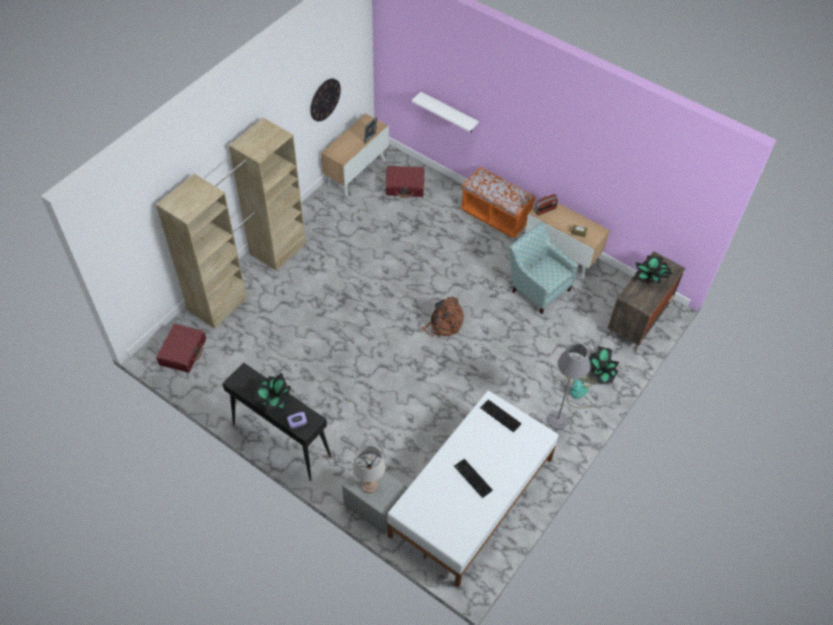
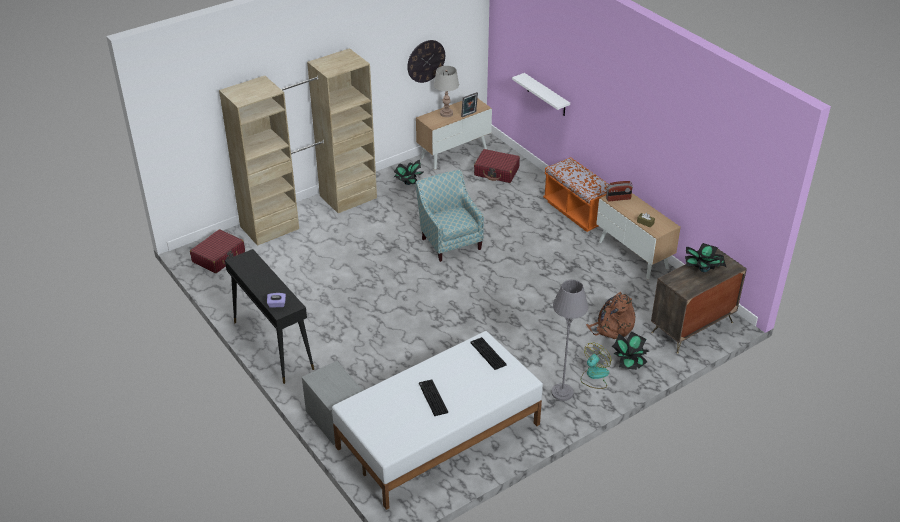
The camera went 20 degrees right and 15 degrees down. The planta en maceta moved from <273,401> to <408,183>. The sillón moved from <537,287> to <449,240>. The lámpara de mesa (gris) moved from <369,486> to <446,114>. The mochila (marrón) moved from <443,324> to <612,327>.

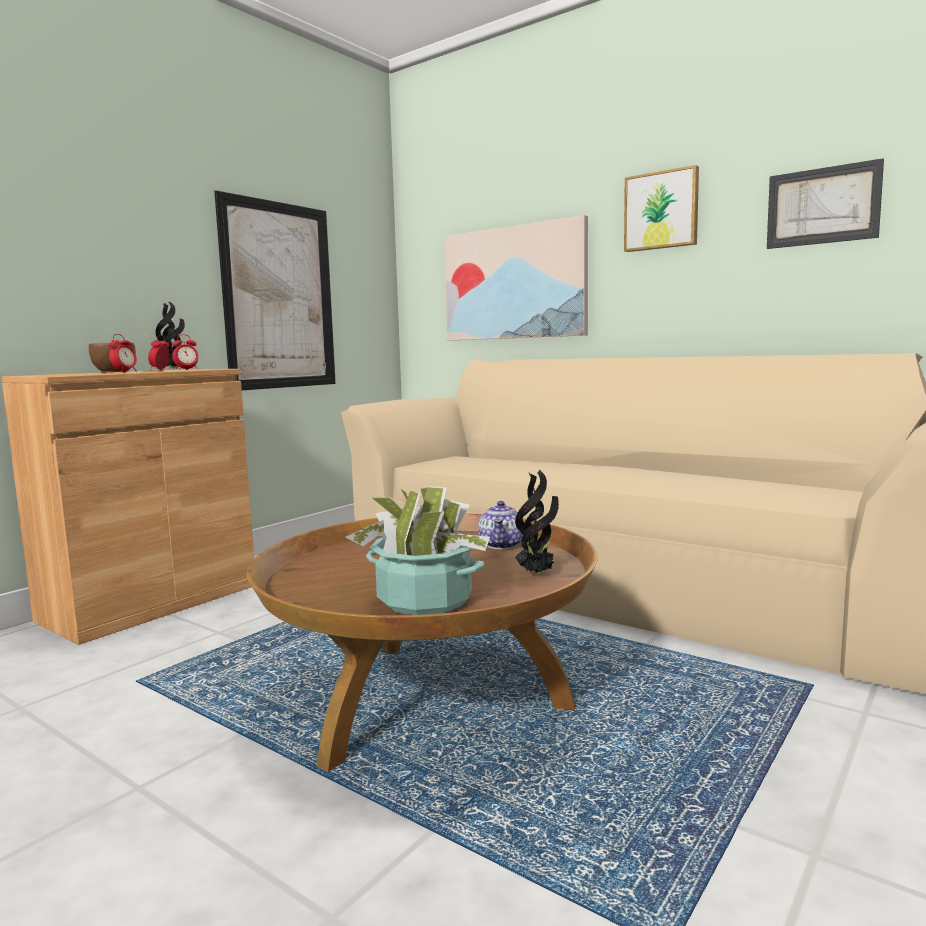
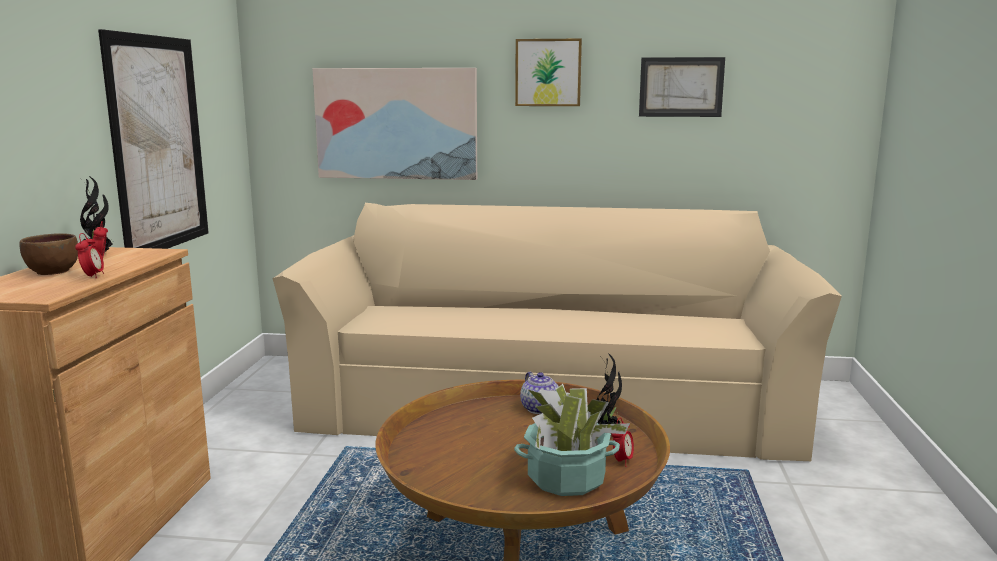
The camera went 30 degrees left and 5 degrees up. The despertador moved from <187,369> to <622,461>.

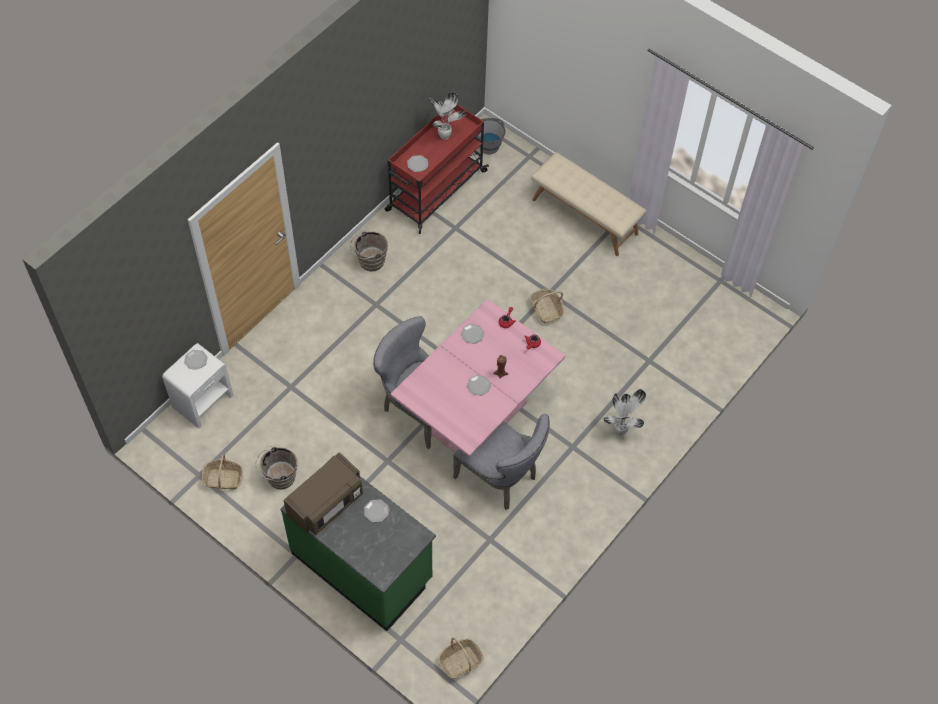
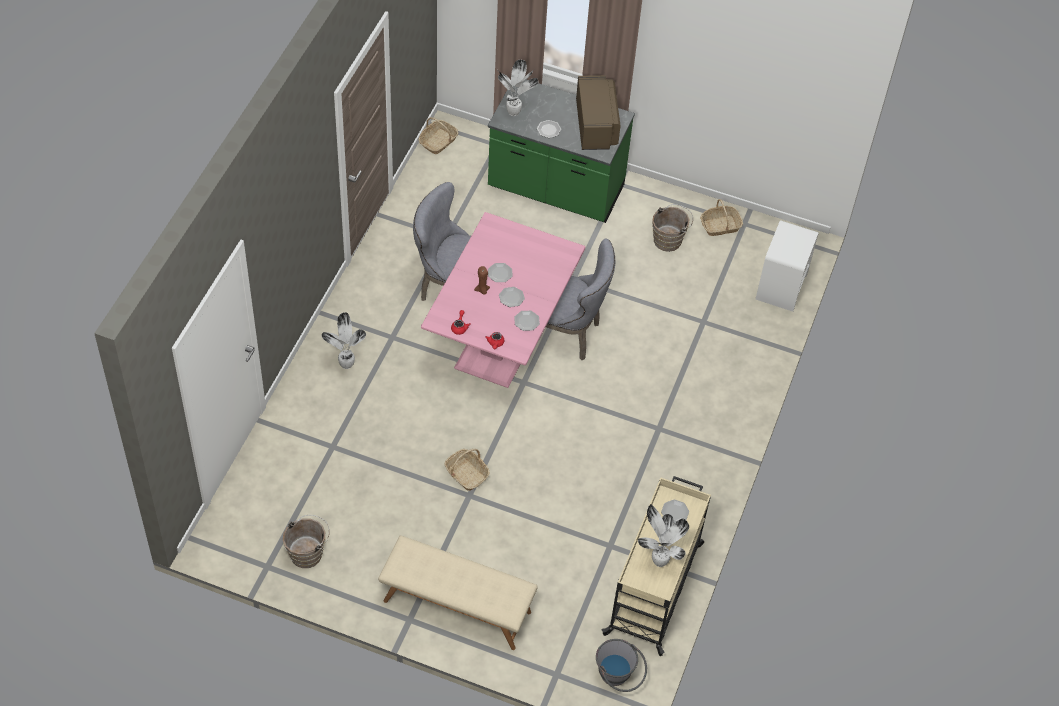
The camera went 160 degrees right and 5 degrees down. The cubo (marrón) moved from <369,261> to <308,552>. The planta en maceta at <514,113> appeared. The plato moved from <195,360> to <511,297>. The microondas (marrón) at <326,503> turned 150 degrees clockwise. The carrito (rojo) at <435,191> became the carrito (beis) at <654,587>.

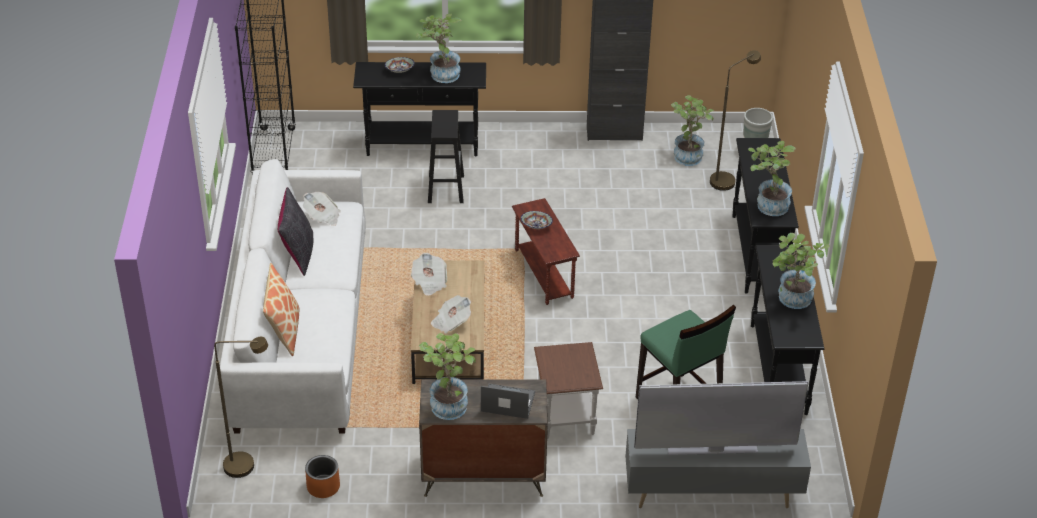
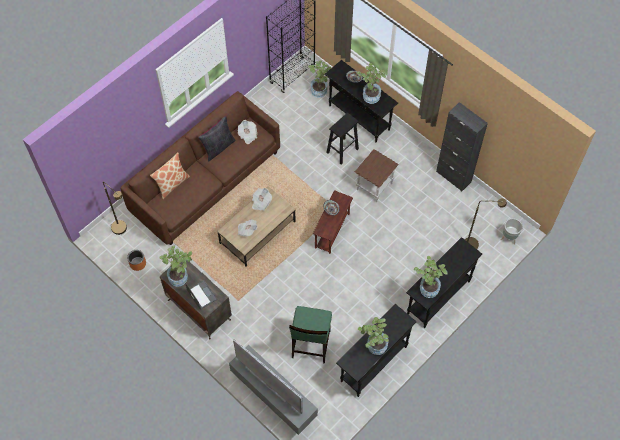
The camera went 45 degrees right and 20 degrees up. The sofá (blanco) at <302,332> became the sofá (marrón) at <205,181>. The planta en maceta moved from <688,154> to <321,89>. The mesa auxiliar (marrón) moved from <565,416> to <374,186>.

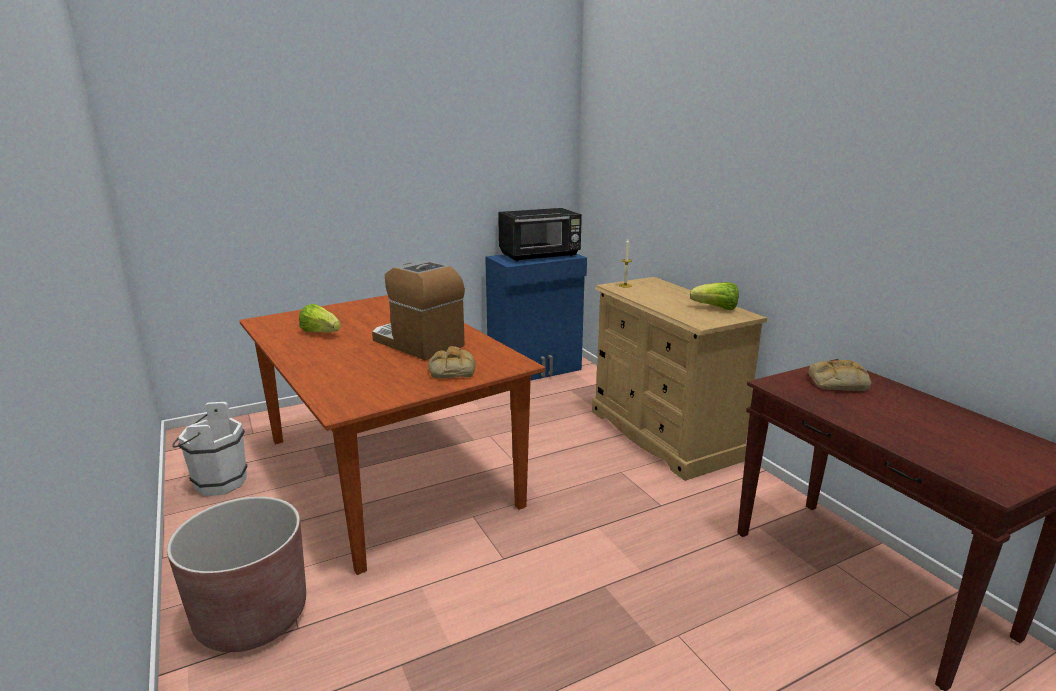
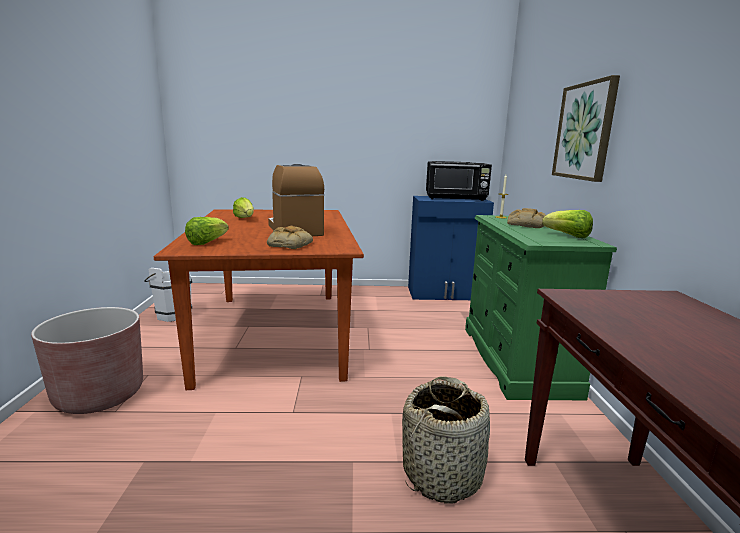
The camera went 25 degrees right and 5 degrees down. The lechuga at <207,242> appeared. The cesta at <443,474> appeared. The cómoda (beis) at <663,435> became the cómoda (verde) at <516,359>. The pan moved from <837,382> to <526,225>. The cuadro at <585,131> appeared.

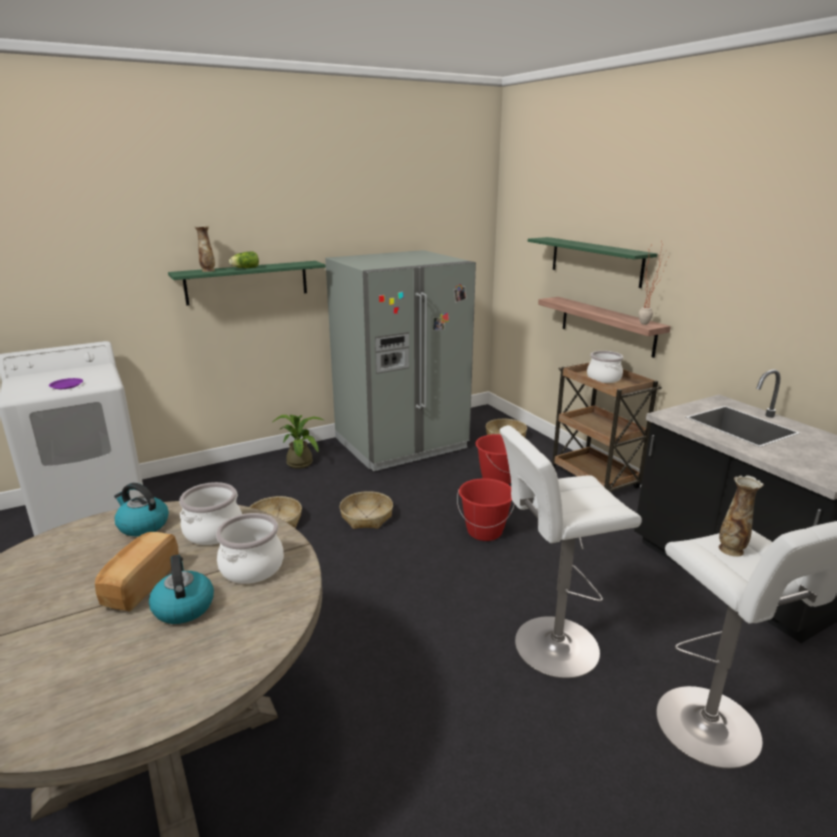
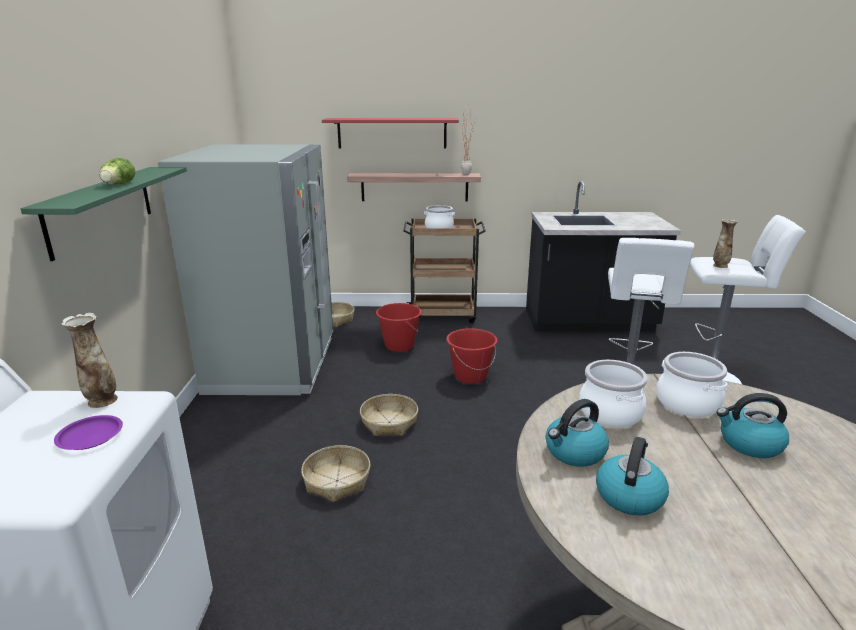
The camera went 60 degrees left and 0 degrees up. The florero moved from <208,271> to <101,401>. The estante (verde) at <595,261> became the estante (rojo) at <392,133>. The hervidor at <629,495> appeared. The pan at <140,584> disappeared. The planta en maceta at <300,462> disappeared.

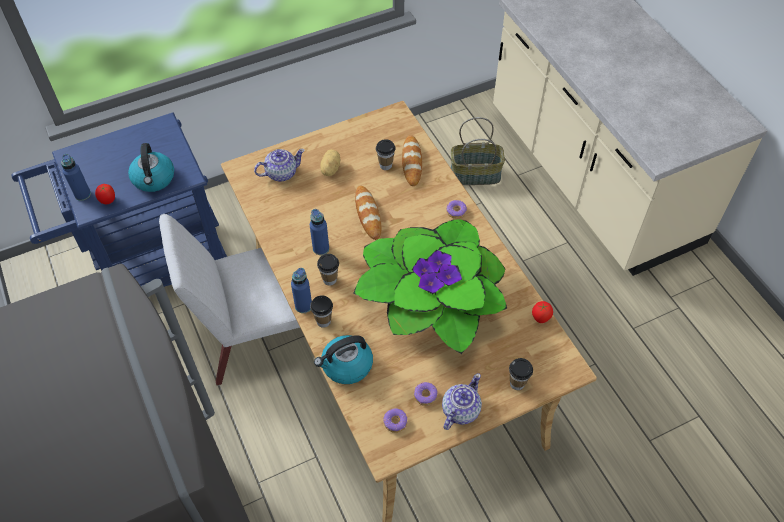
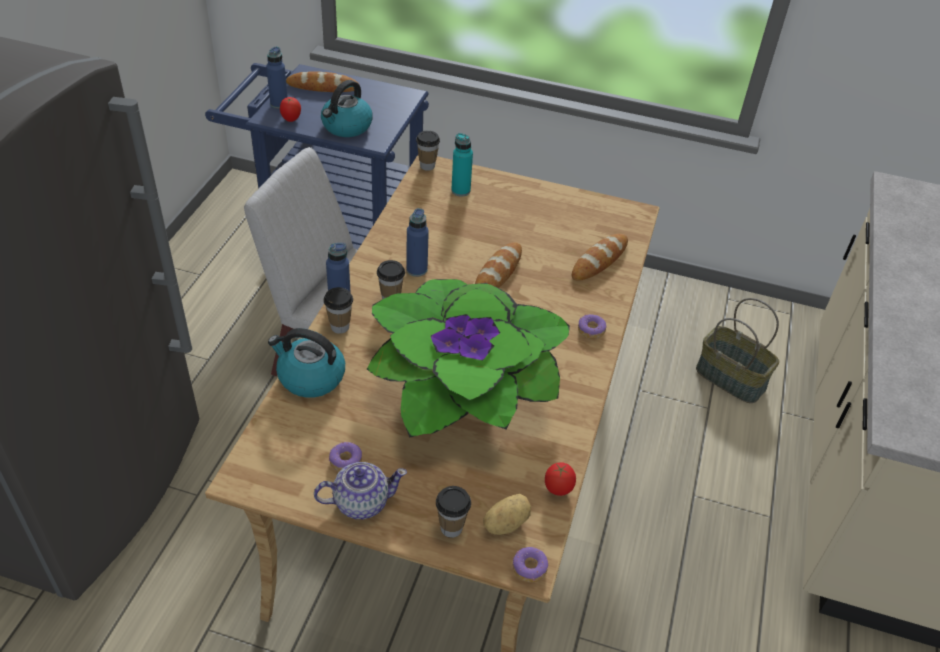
The camera went 40 degrees right and 10 degrees down. The pan at <323,86> appeared. The taza moved from <385,165> to <427,166>. The tetera at <281,173> was replaced by the botella (turquesa) at <460,190>. The patata moved from <329,169> to <505,523>. The rosquilla moved from <395,422> to <529,568>.

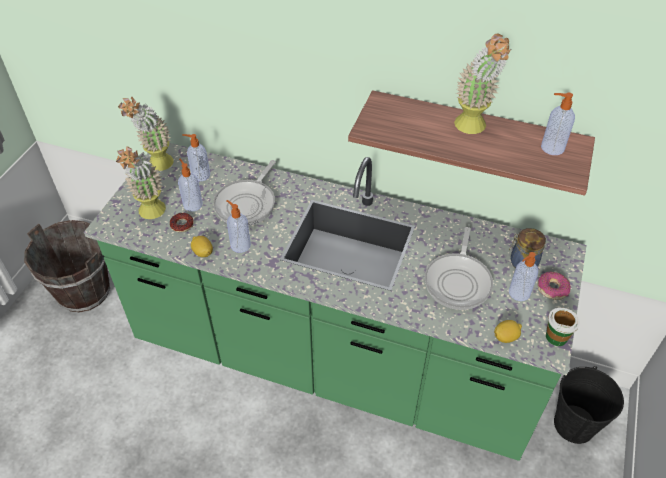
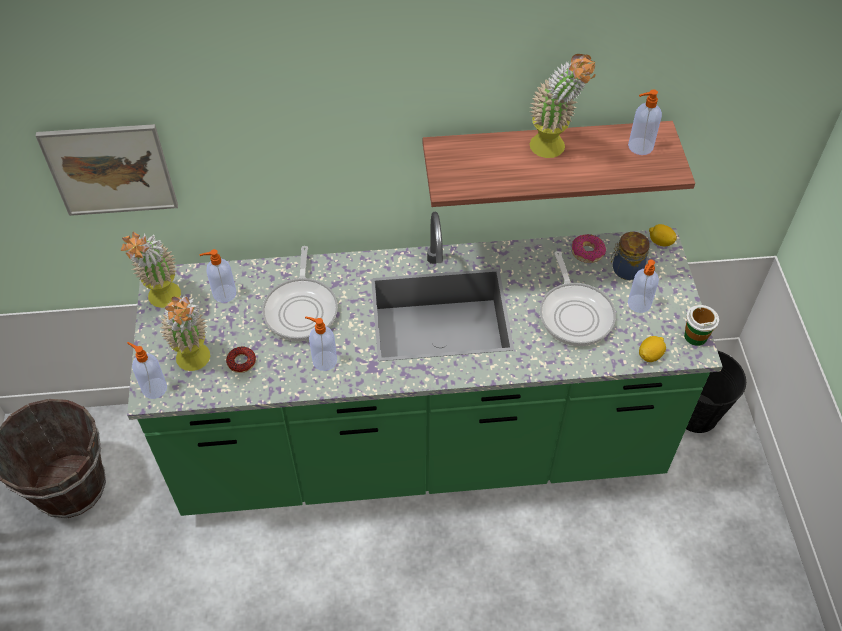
The camera went 25 degrees left and 5 degrees up. The cuadro at <110,169> appeared. The dispensador de jabón moved from <192,204> to <153,388>. The rosquilla moved from <552,289> to <587,252>. The limón moved from <203,252> to <660,242>.

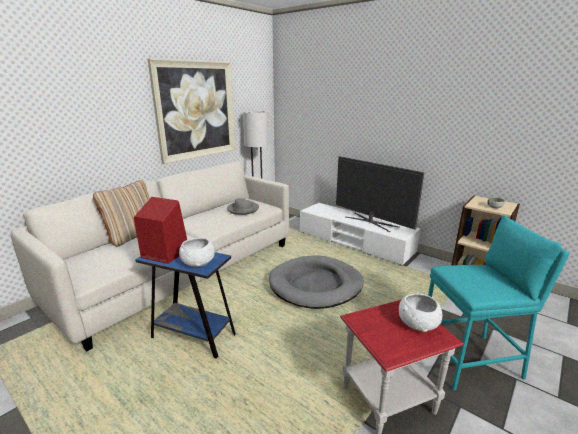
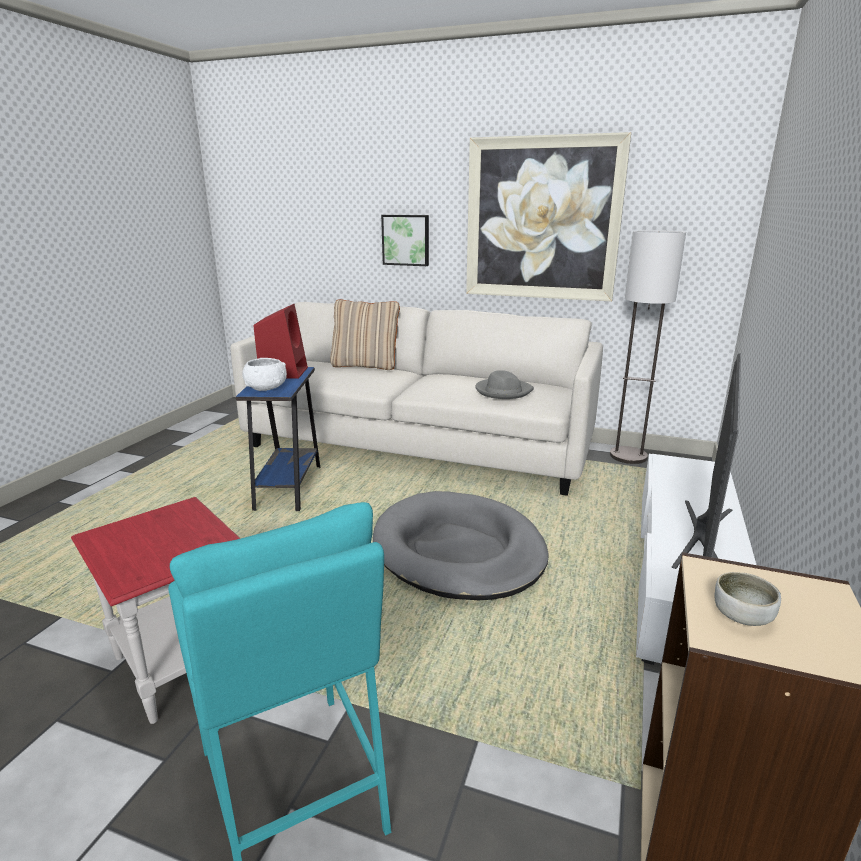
The camera went 70 degrees right and 0 degrees up. The cuadro at <406,240> appeared. The cuenco (blanco) at <418,323> disappeared.

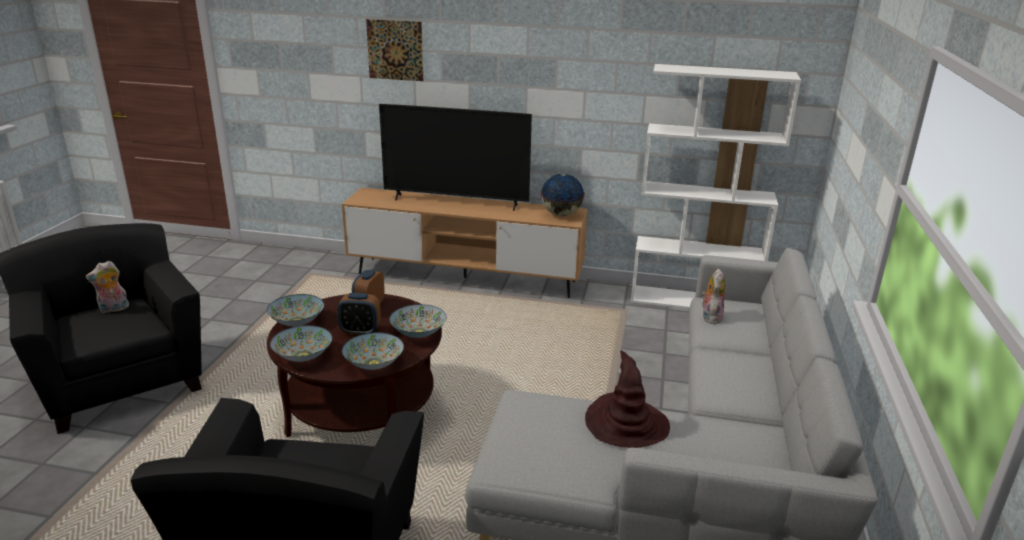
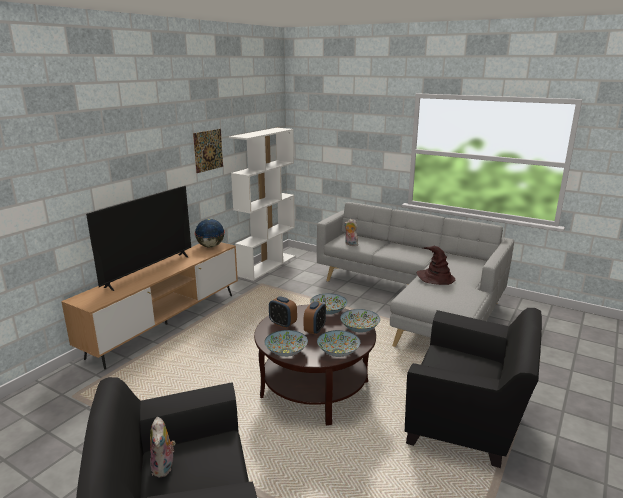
The camera went 70 degrees left and 5 degrees down. The cuadro moved from <395,50> to <208,150>.

